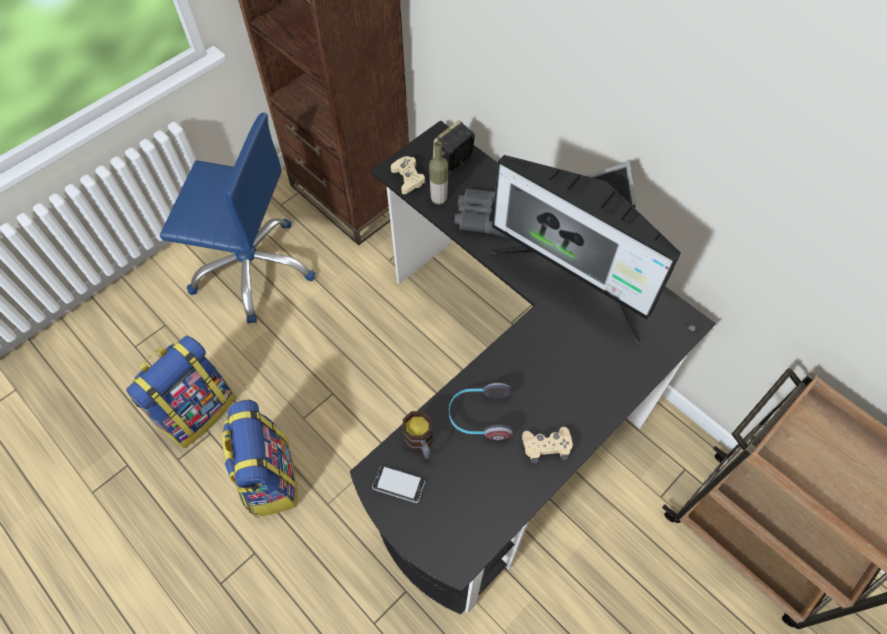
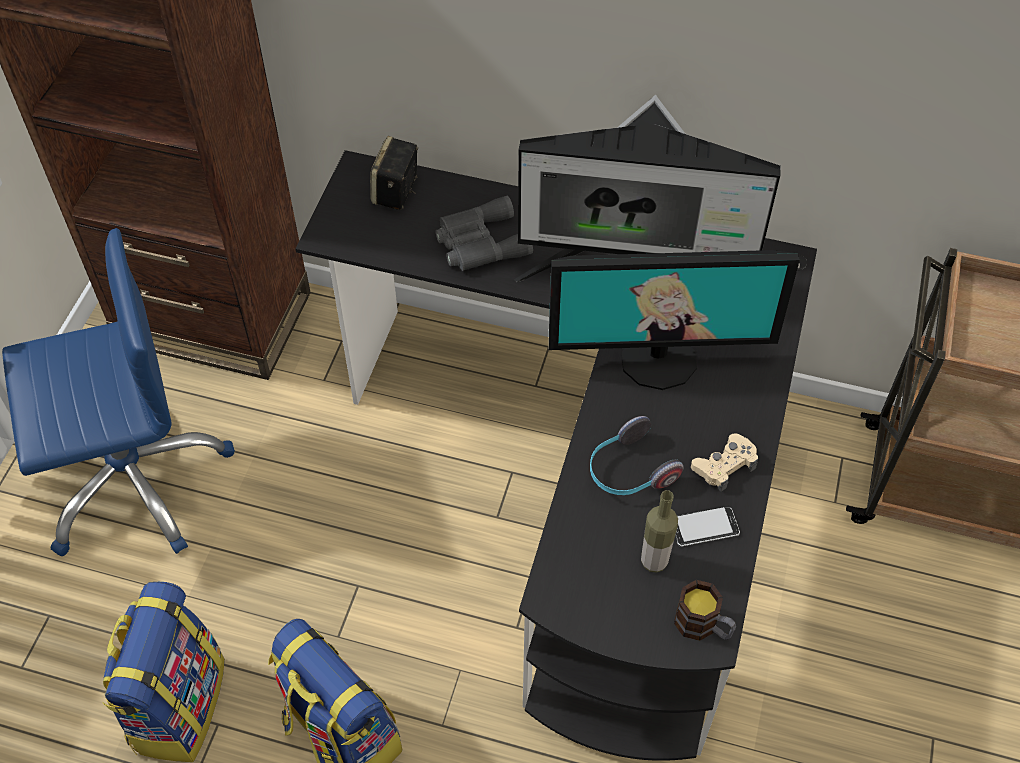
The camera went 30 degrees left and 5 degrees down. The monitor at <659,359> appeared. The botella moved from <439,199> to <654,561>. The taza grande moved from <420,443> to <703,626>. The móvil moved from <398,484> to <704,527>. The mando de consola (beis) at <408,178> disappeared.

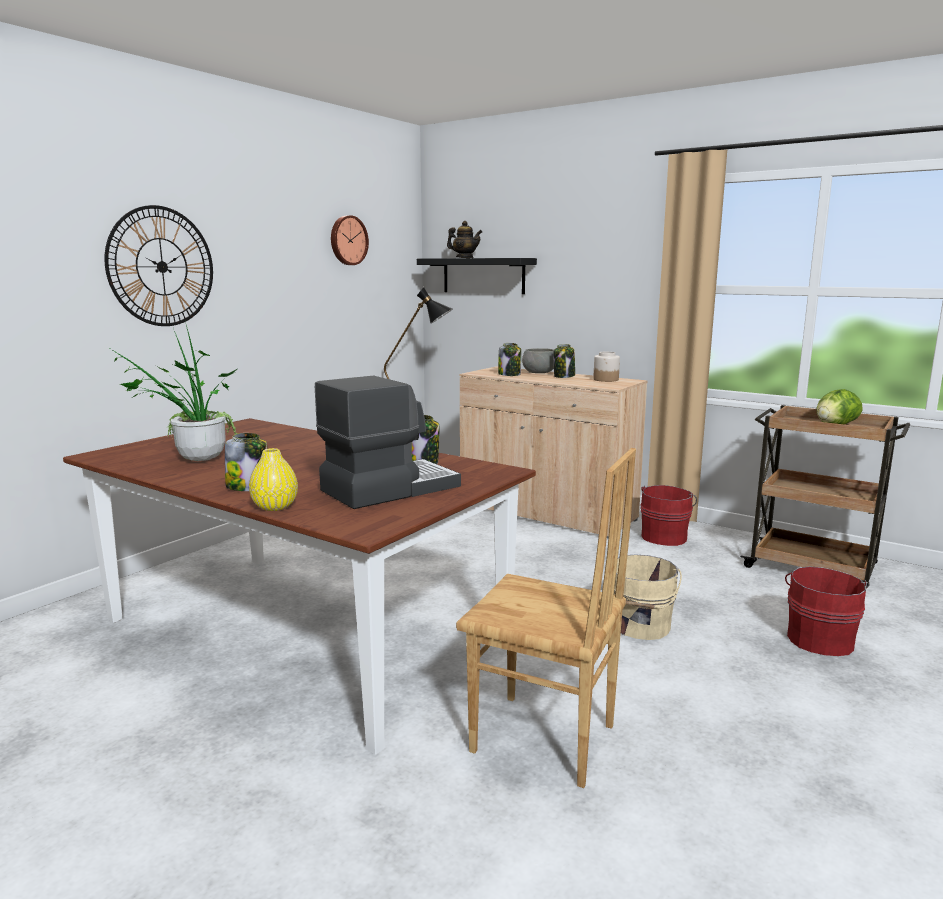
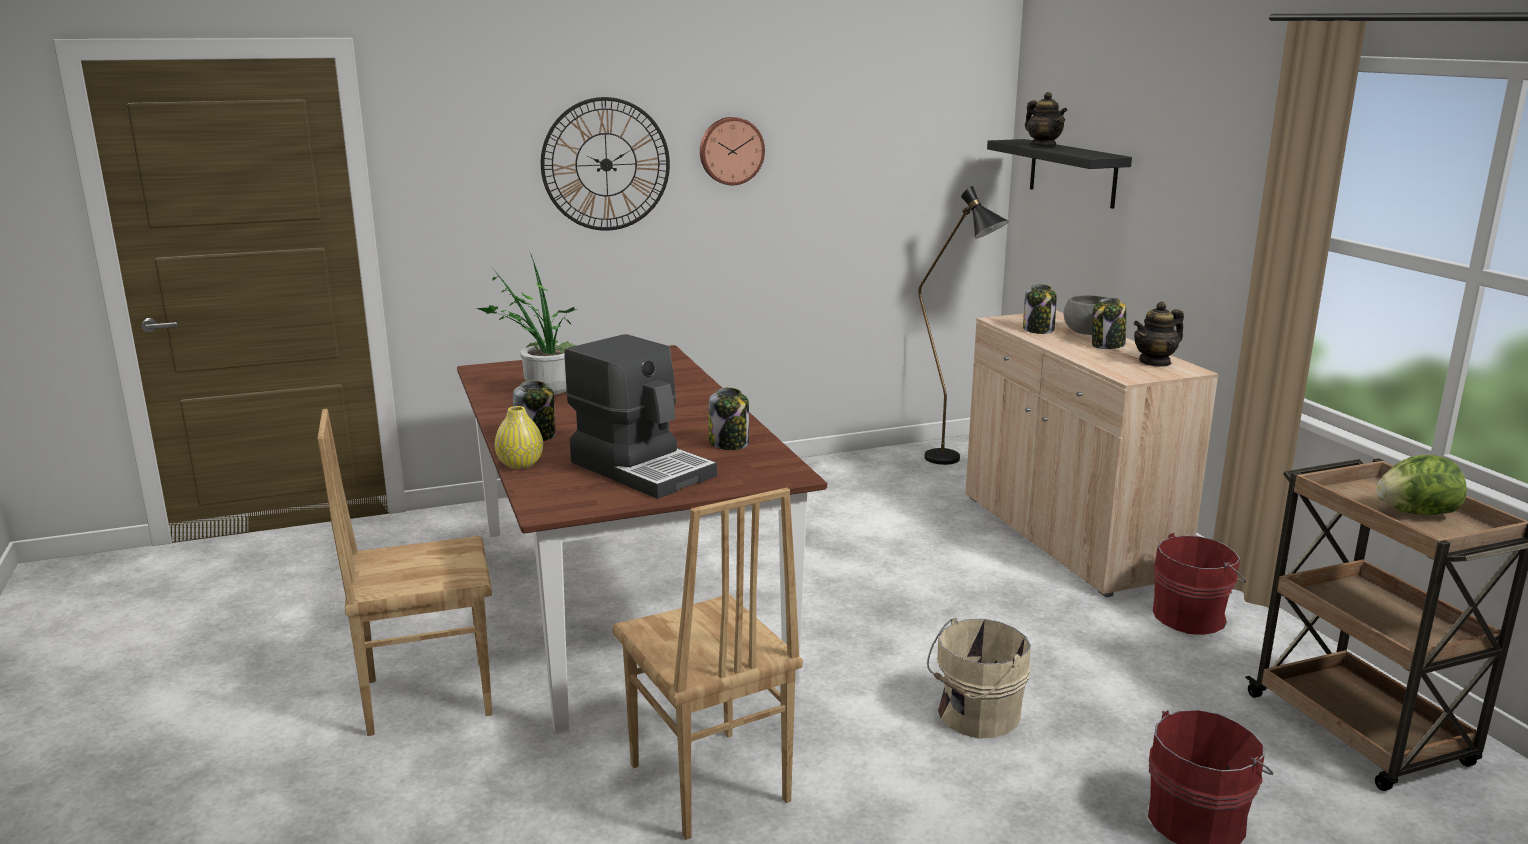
The camera went 35 degrees right and 5 degrees up. The silla (marrón) at <427,696> appeared. The cafetera at <388,488> turned 45 degrees clockwise. The reloj de pared moved from <348,240> to <731,150>. The tarro at <606,379> was replaced by the tetera at <1155,362>.

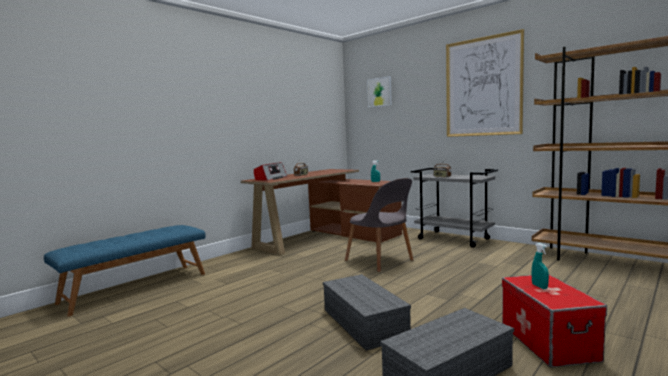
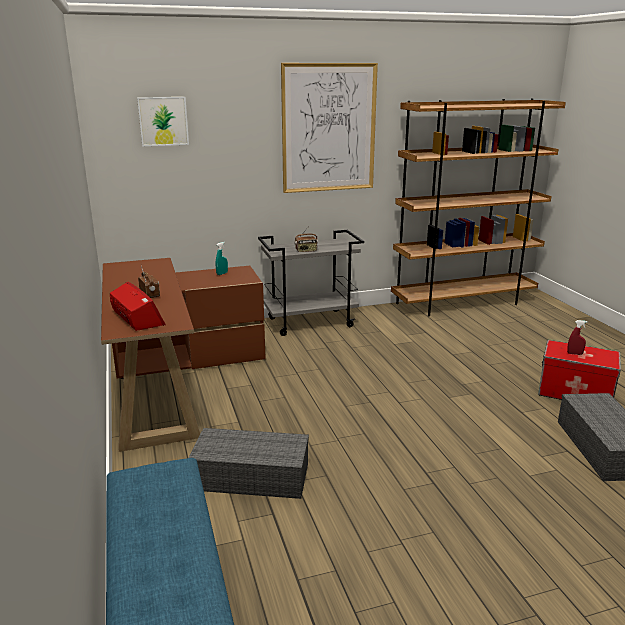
The camera went 60 degrees left and 15 degrees up. The caja de almacenaje (gris) moved from <365,323> to <253,476>. The pulverizador (turquesa) at <539,286> became the pulverizador (rojo) at <574,354>. The silla (gris) at <380,261> disappeared.

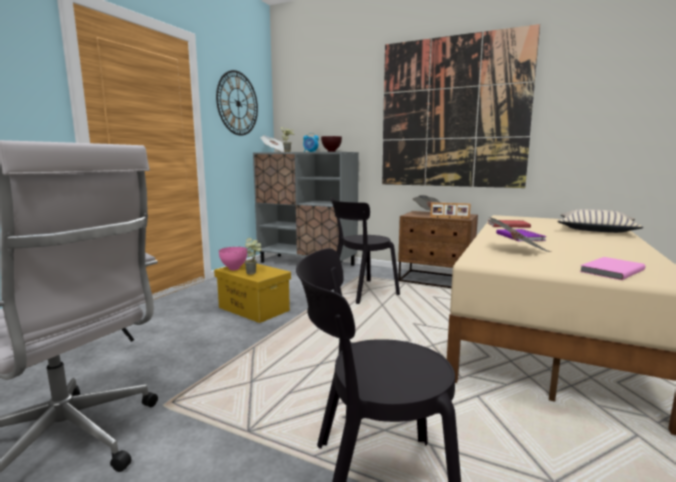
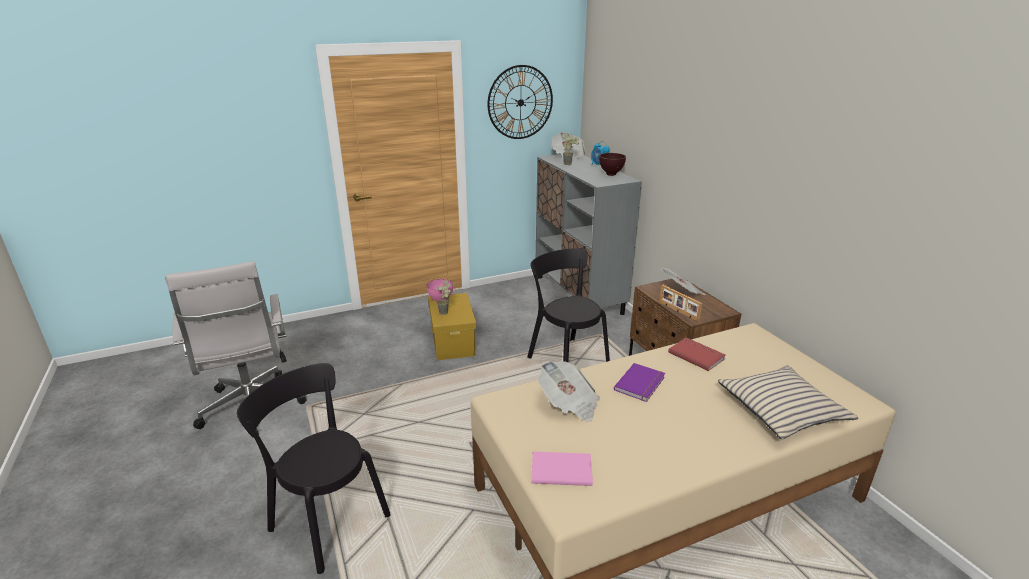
The camera went 40 degrees right and 15 degrees up. The silla (negro) at <360,292> turned 45 degrees clockwise. The cuadro at <452,113> disappeared.

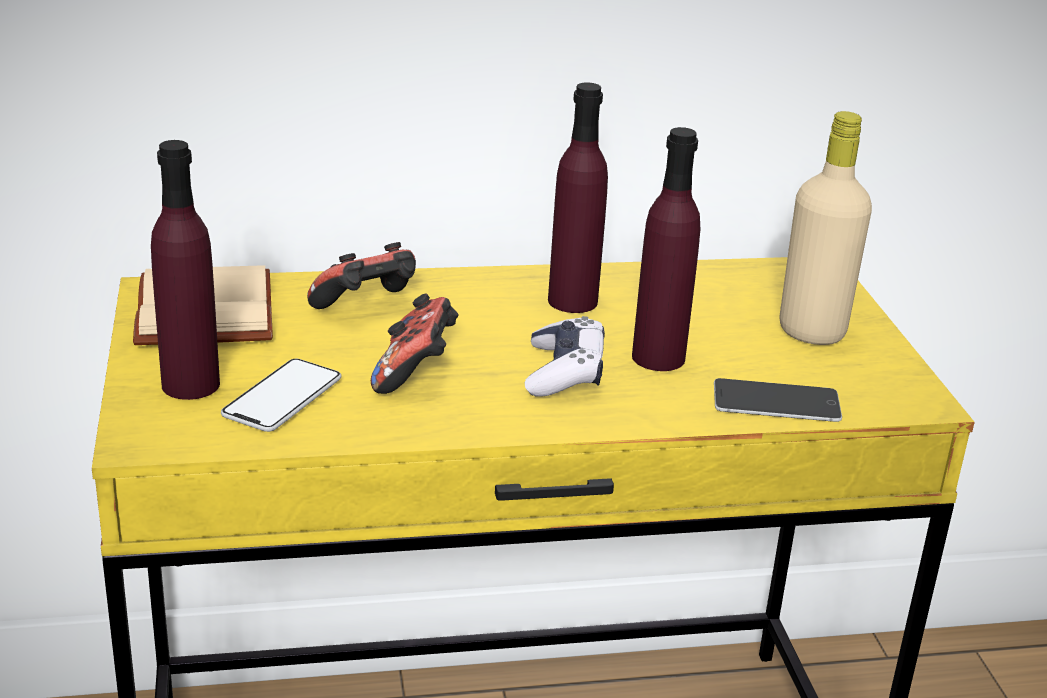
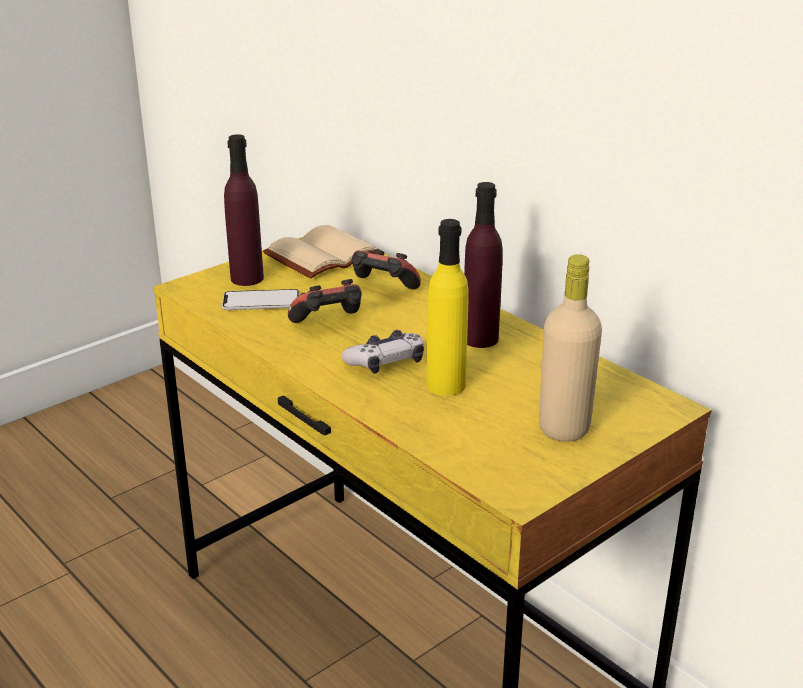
The camera went 60 degrees right and 0 degrees up. The botella (morado) at <658,357> became the botella (amarillo) at <446,385>. The móvil at <776,401> disappeared.

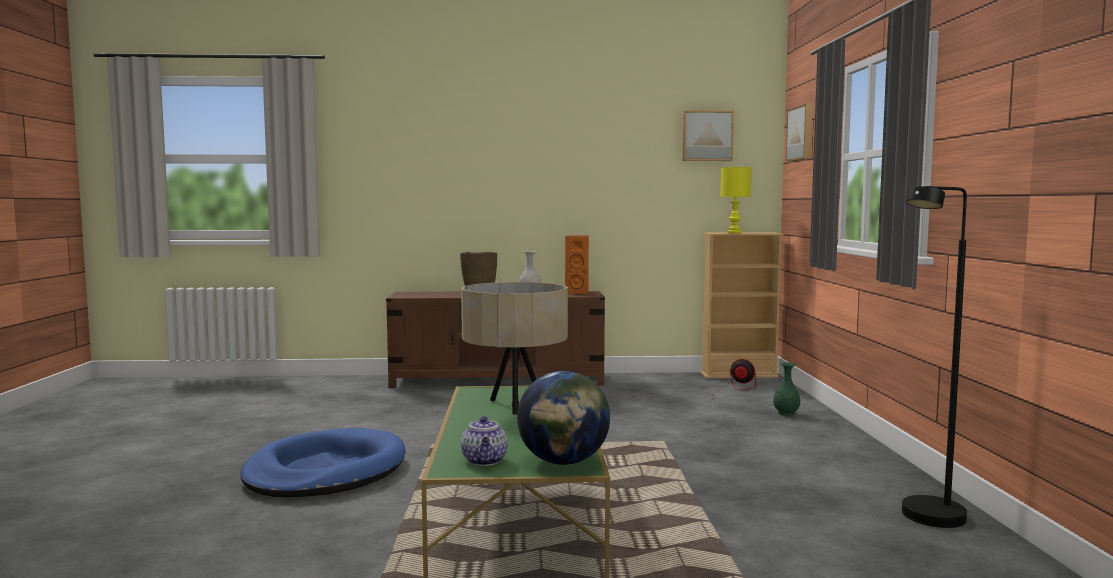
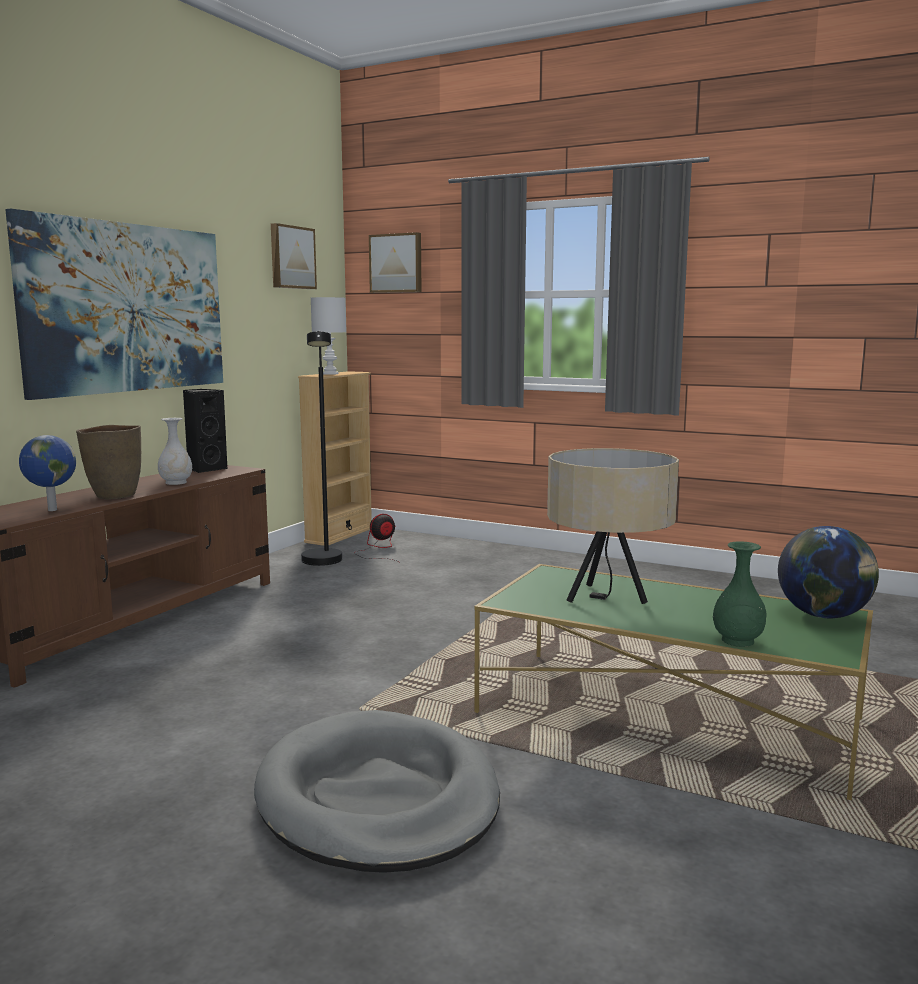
The camera went 60 degrees left and 5 degrees up. The cuadro at <127,308> appeared. The globo terráqueo at <51,510> appeared. The altavoz (naranja) at <578,292> became the altavoz (negro) at <205,469>. The cama para perro (azul) at <326,471> became the cama para perro (gris) at <378,798>. The lámpara de pie (negro) moved from <927,521> to <323,563>. The lámpara de mesa (amarillo) at <733,232> became the lámpara de mesa (blanco) at <329,374>. The florero (verde) moved from <786,413> to <737,641>. The tetera at <485,461> disappeared.

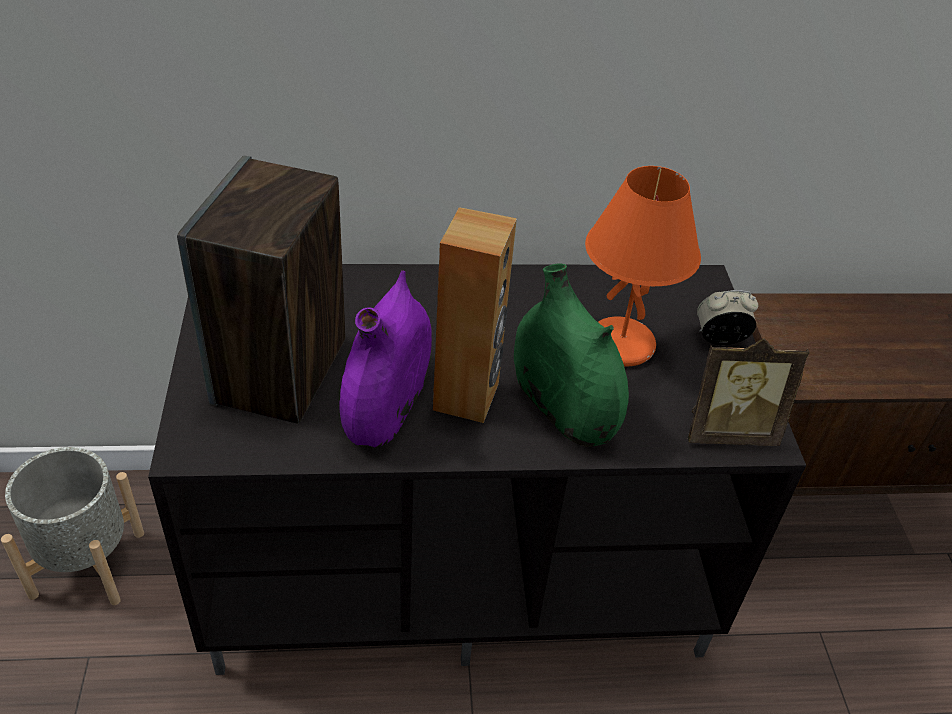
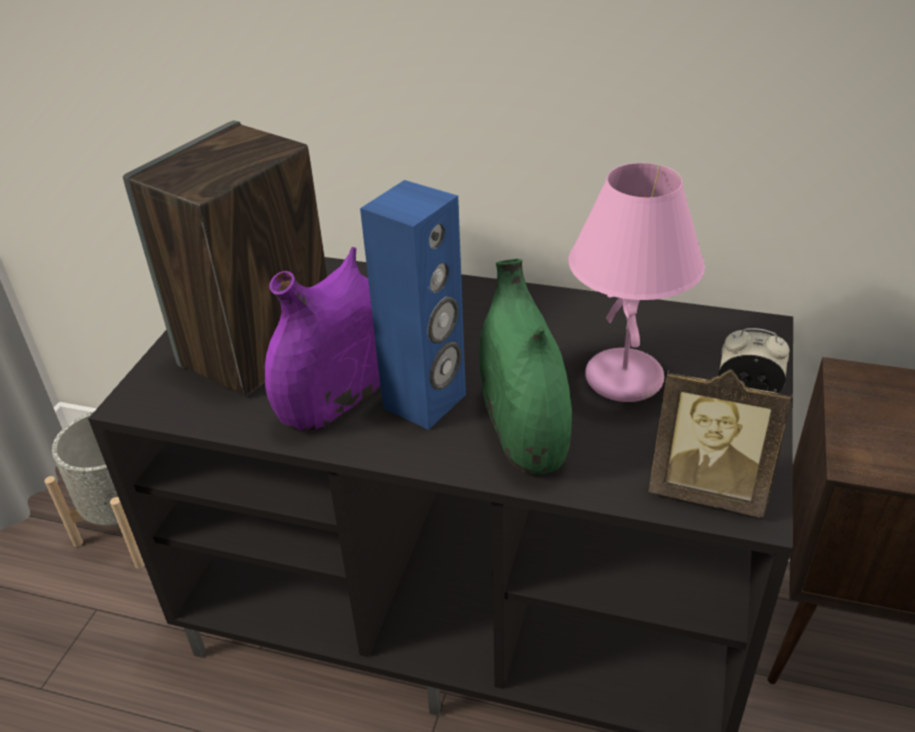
The camera went 25 degrees right and 5 degrees down. The altavoz (marrón) at <467,397> became the altavoz (azul) at <425,402>. The lámpara de mesa (naranja) at <622,345> became the lámpara de mesa (rosa) at <625,379>.

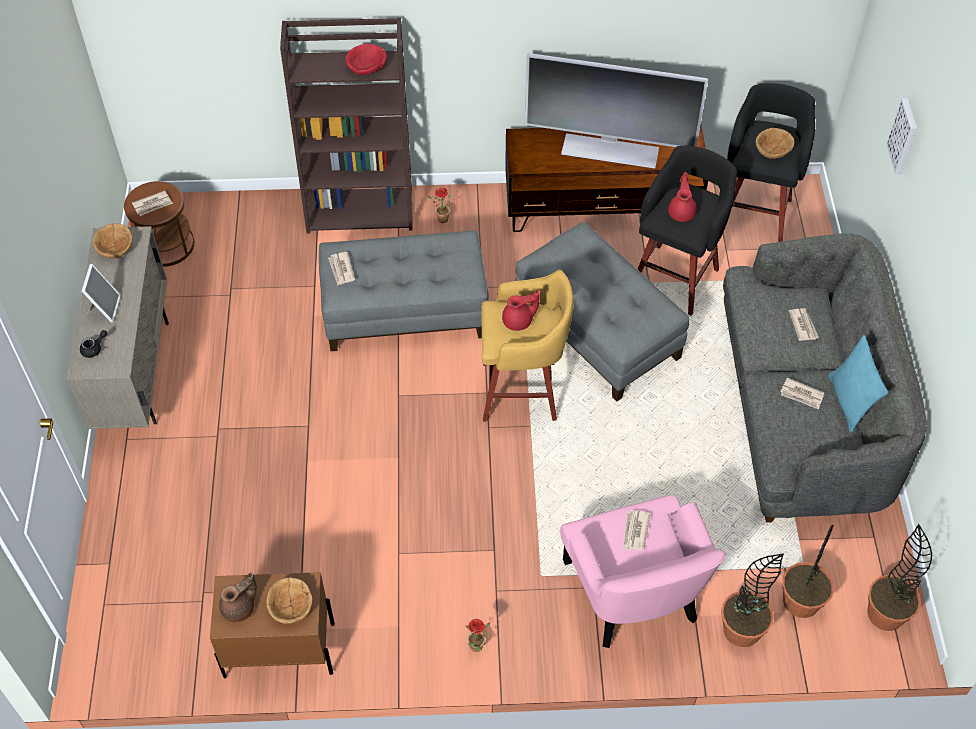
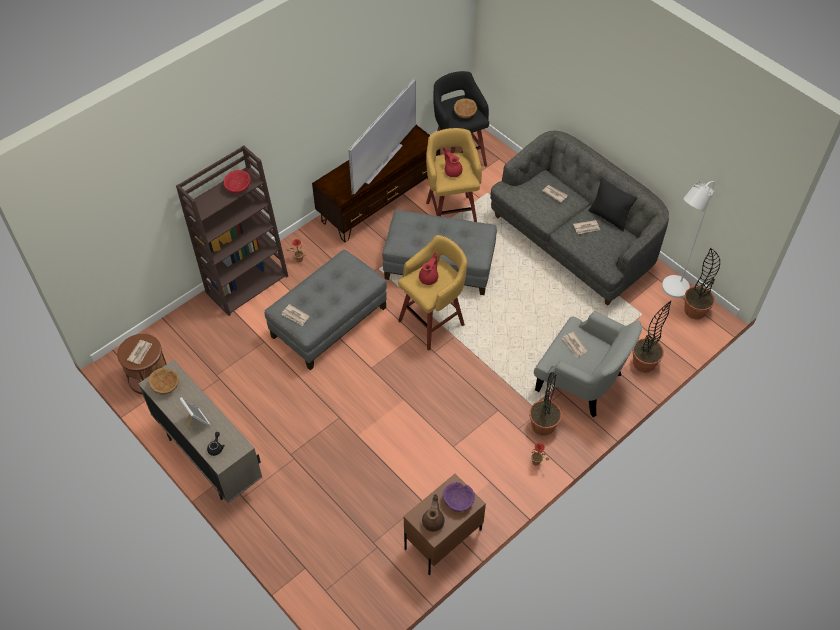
The camera went 40 degrees left and 0 degrees up. The televisor at <610,149> turned 150 degrees clockwise. The taburete (negro) at <676,277> became the taburete (amarillo) at <451,213>. The cuenco (marrón) at <291,607> became the cuenco (morado) at <458,501>. The planta en maceta moved from <801,601> to <543,425>. The sillón (rosa) at <633,592> became the sillón (gris) at <581,381>. The cojín (turquesa) at <848,402> became the cojín (negro) at <609,218>. The lámpara de pie (blanco) at <671,290> appeared. The cuadro at <904,136> disappeared.

